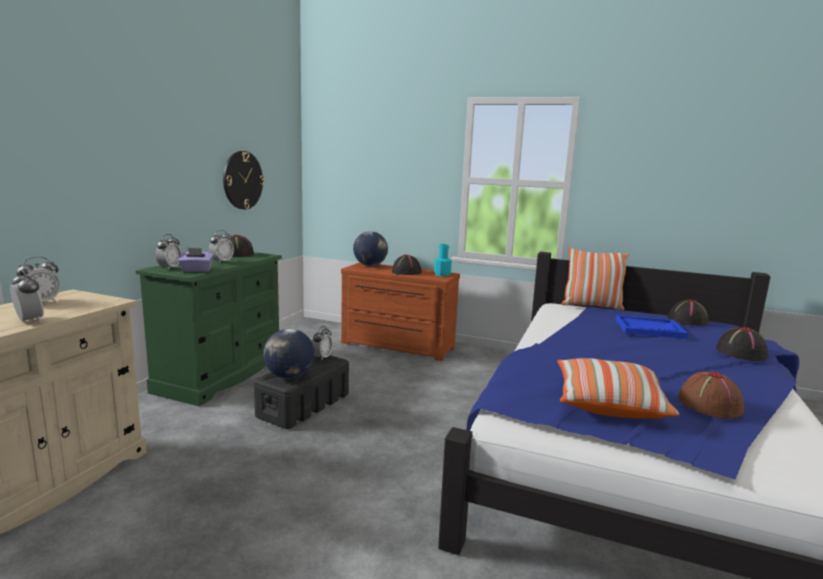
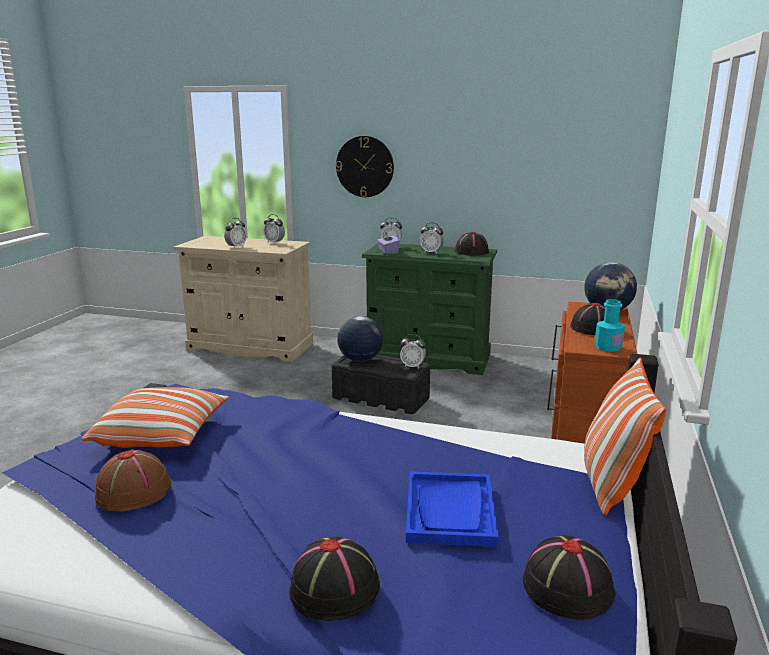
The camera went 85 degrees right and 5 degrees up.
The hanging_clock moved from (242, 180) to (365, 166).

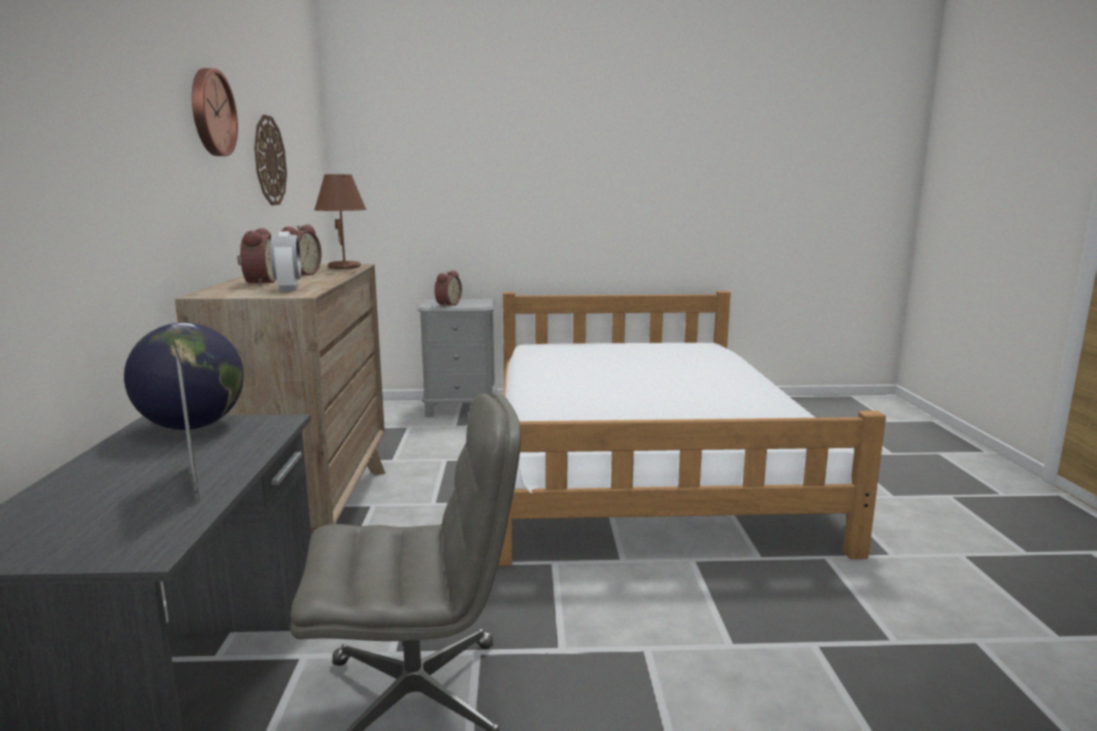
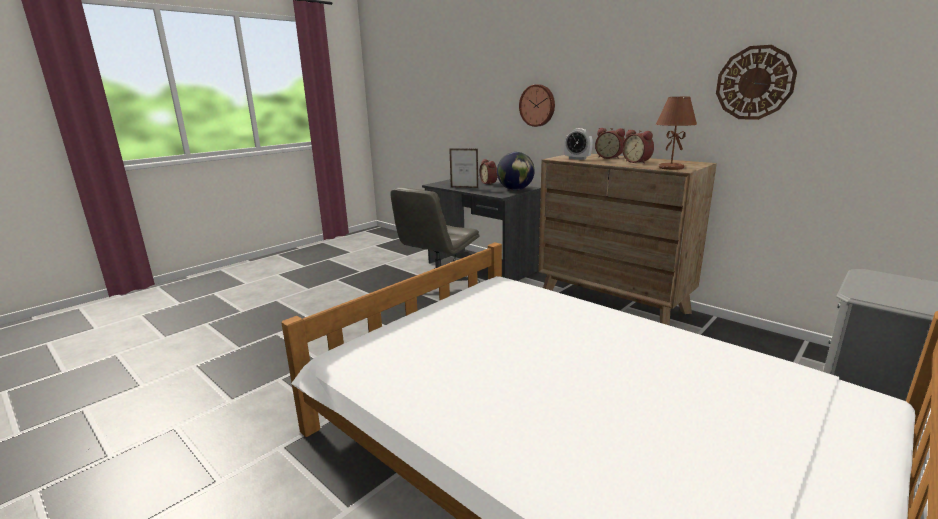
The camera went 135 degrees right and 5 degrees up.
The hanging_clock moved from (210, 113) to (538, 105).
The bedside_clock moved from (447, 305) to (489, 183).

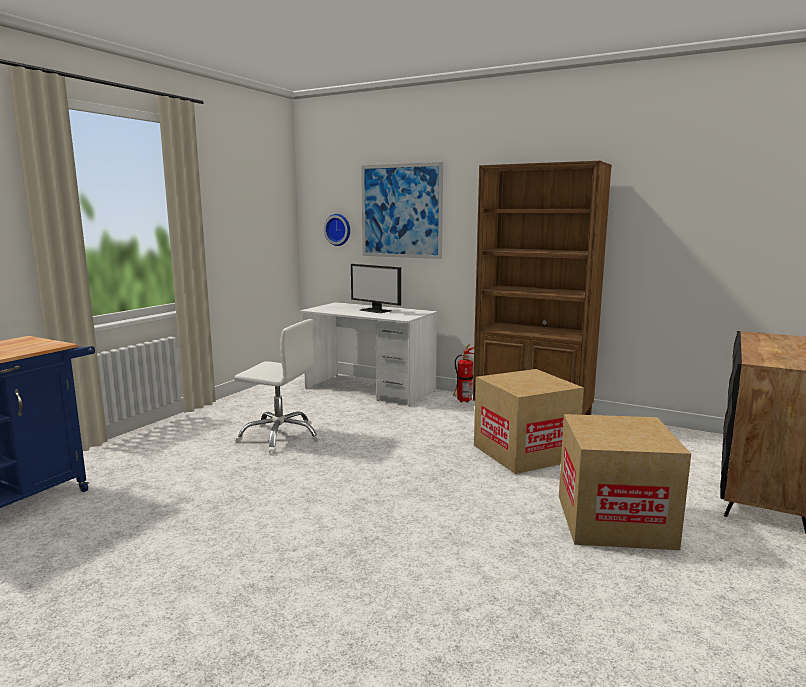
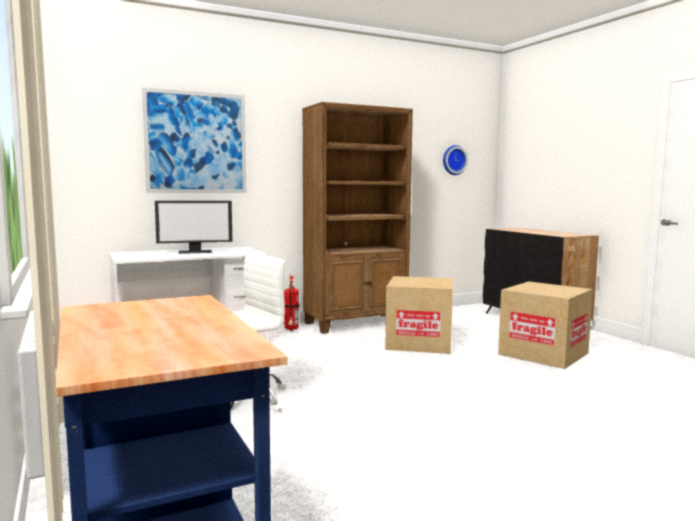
The camera went 55 degrees left and 5 degrees down.
The hanging_clock moved from (338, 229) to (453, 160).

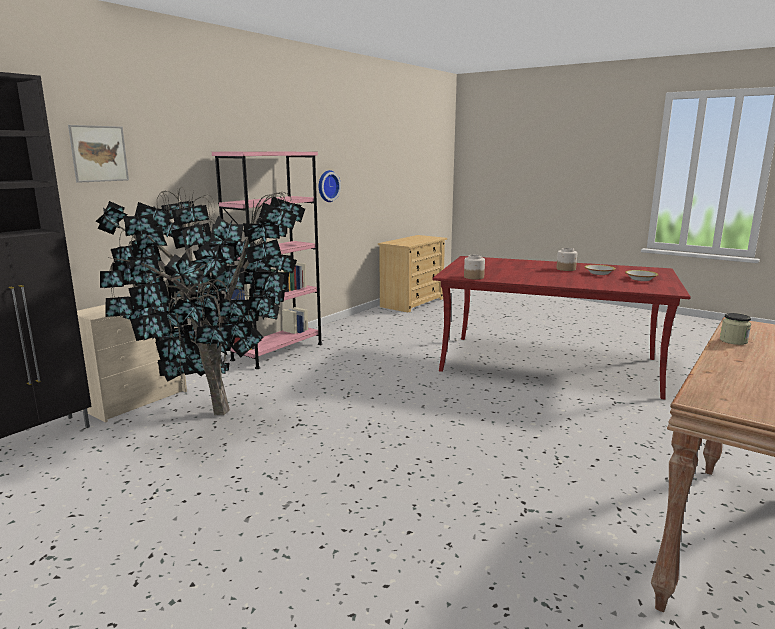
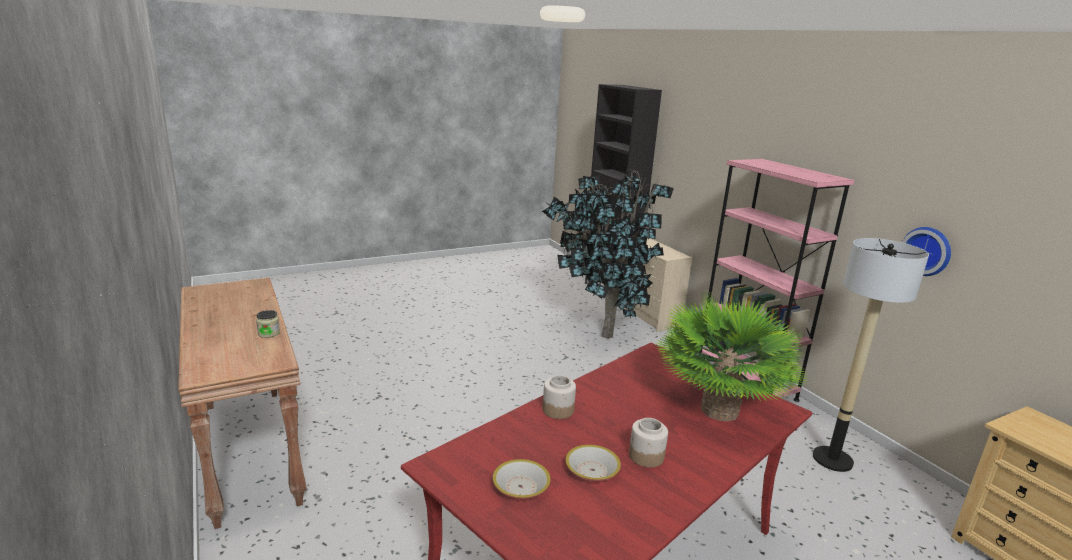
The camera went 115 degrees right and 5 degrees up.
The wall_picture at (99, 153) disappeared.
The plant_in_a_pot at (719, 411) appeared.
The floor_lamp at (832, 459) appeared.
The preserve_jar moved from (473, 277) to (558, 410).

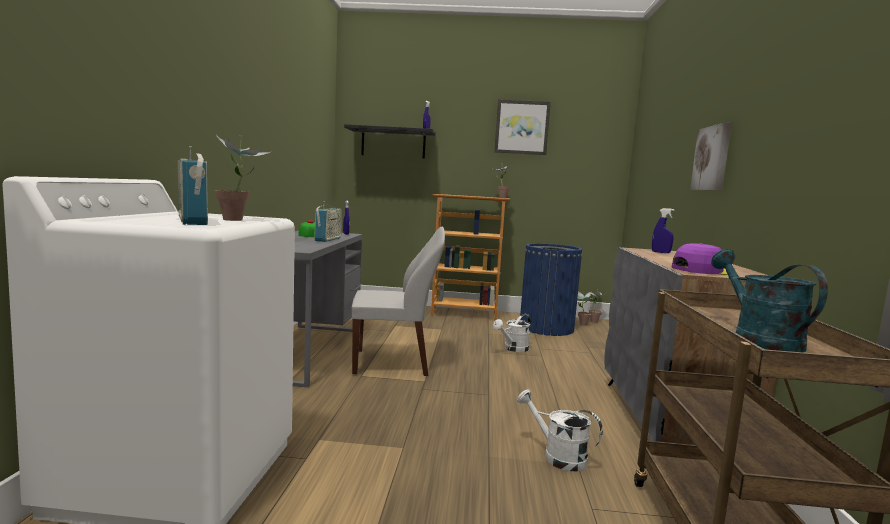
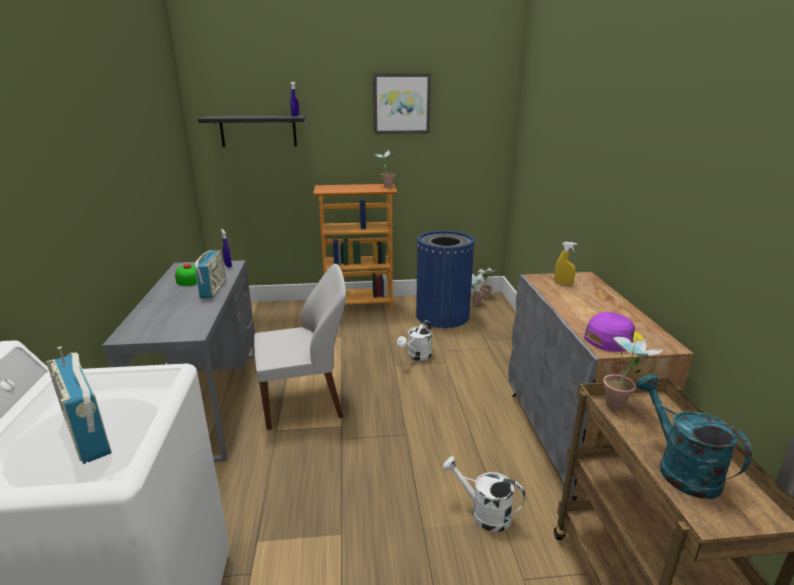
The camera went 10 degrees left and 15 degrees up.
The wall_picture at (712, 158) disappeared.
The plant_in_a_pot moved from (240, 220) to (621, 404).
The blue-coloured_hand_sprayer at (661, 252) became the yellow_hand_sprayer at (563, 284).

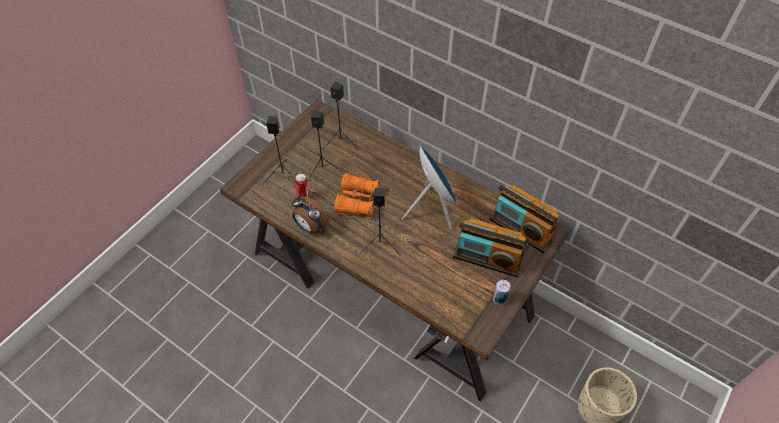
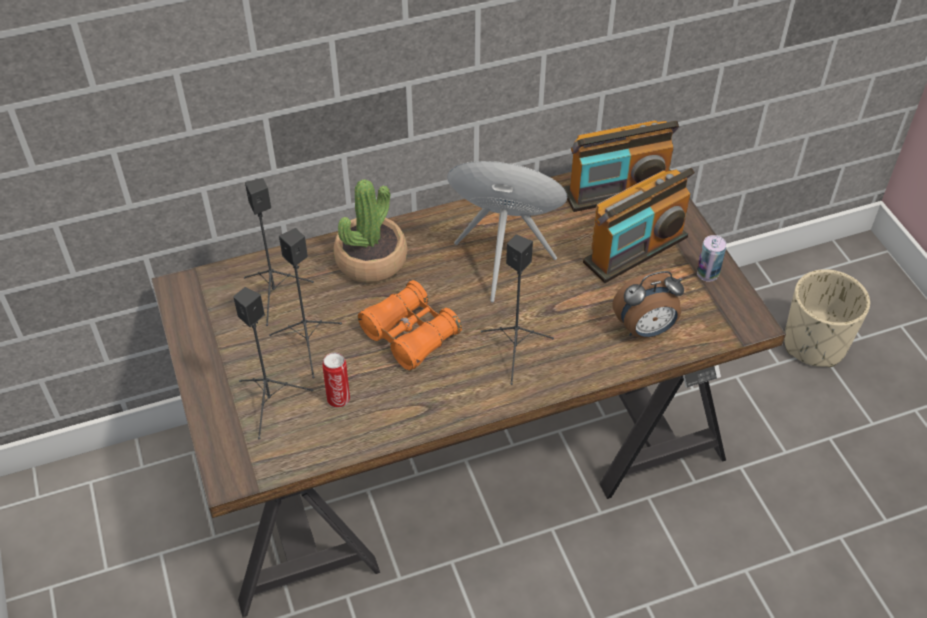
The camera went 55 degrees left and 5 degrees down.
The plant_in_a_pot at (371, 260) appeared.
The bedside_clock moved from (310, 227) to (645, 330).

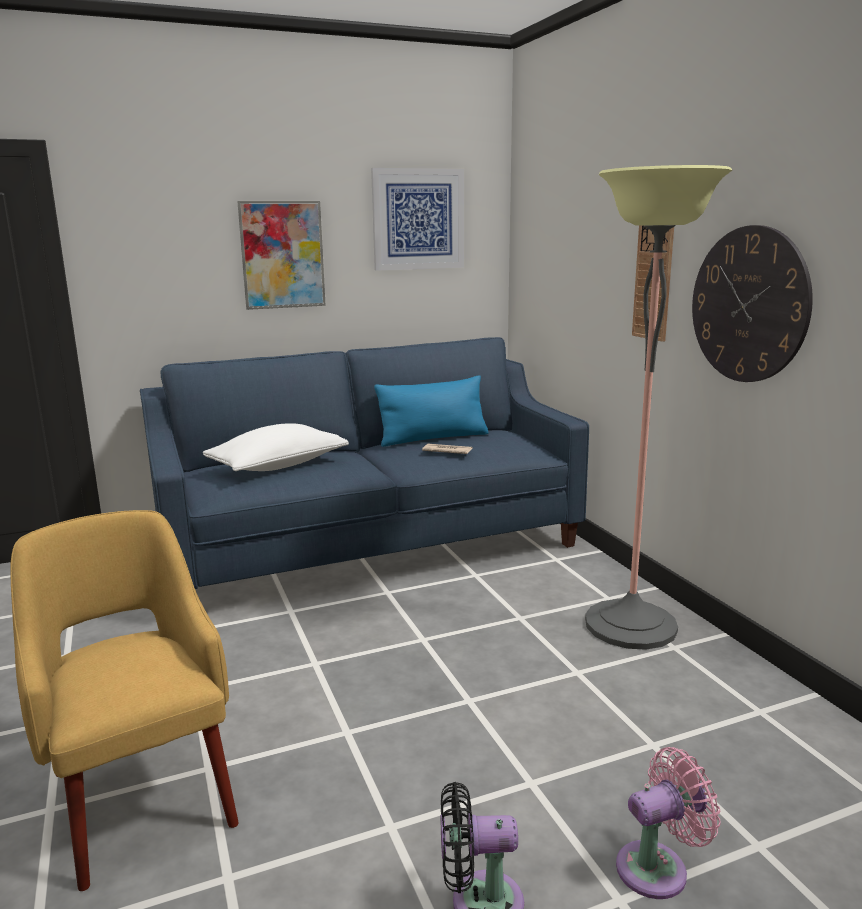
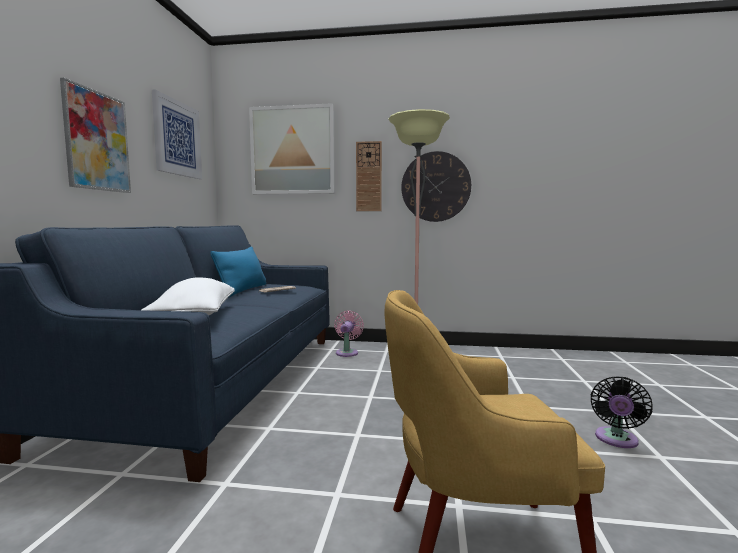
The camera went 60 degrees left and 10 degrees down.
The wall_picture at (292, 150) appeared.
The pink-coloured_cooling_fan moved from (658, 867) to (347, 352).

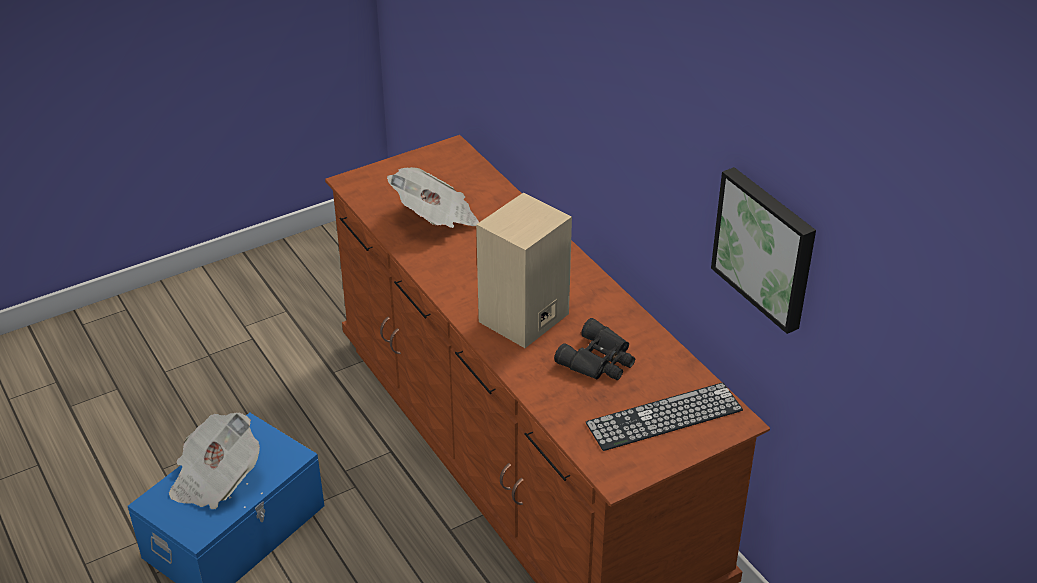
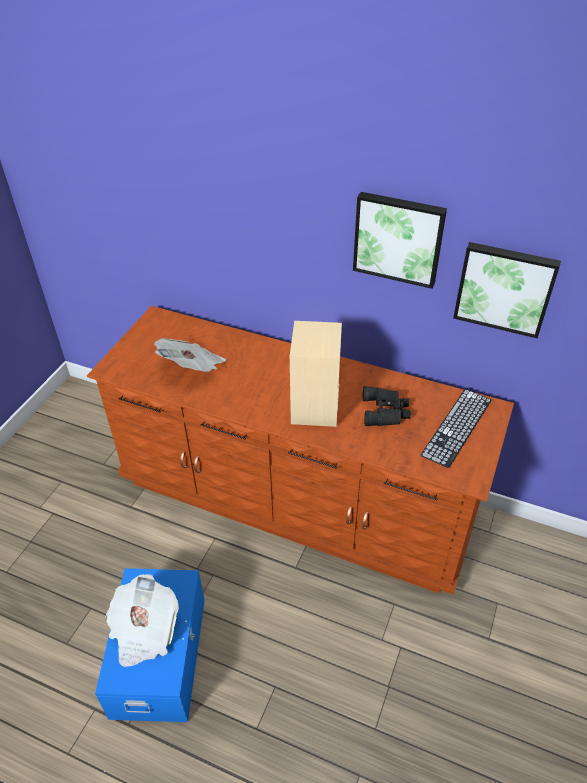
The camera went 35 degrees left and 5 degrees up.
The wall_picture at (398, 238) appeared.

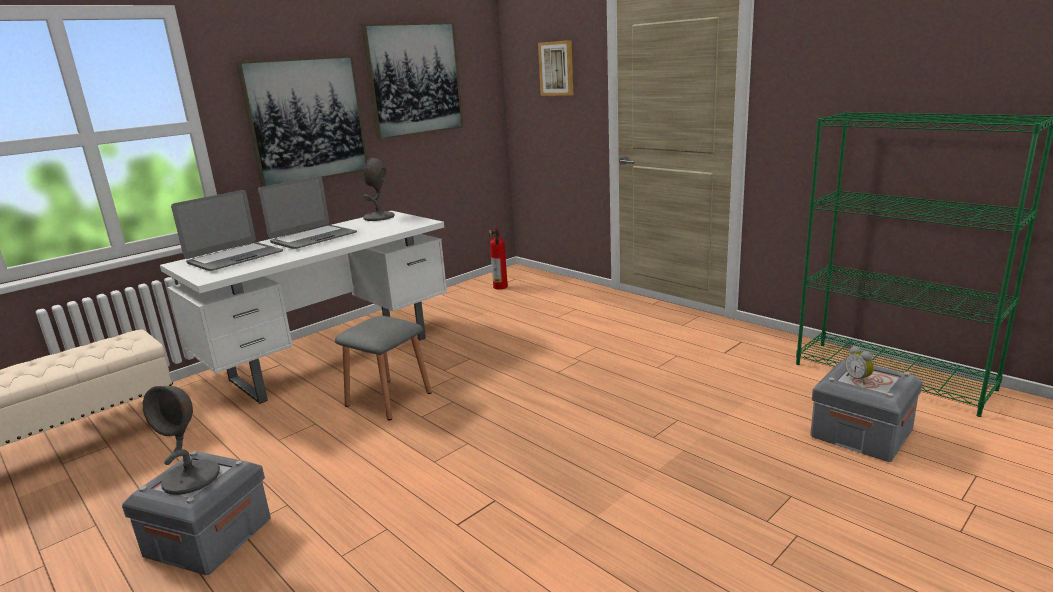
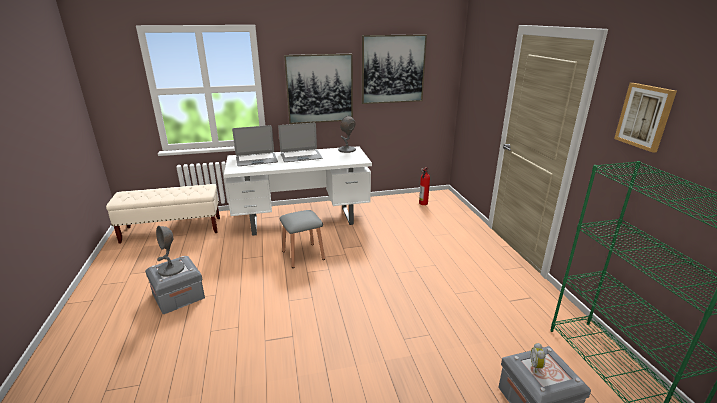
The camera went 30 degrees right and 5 degrees up.
The wall_picture moved from (556, 68) to (644, 116).

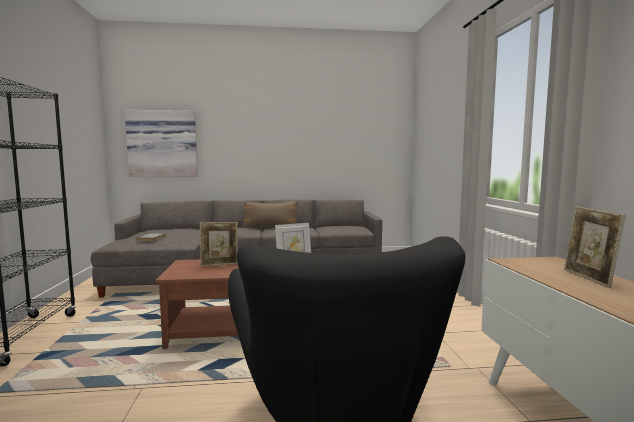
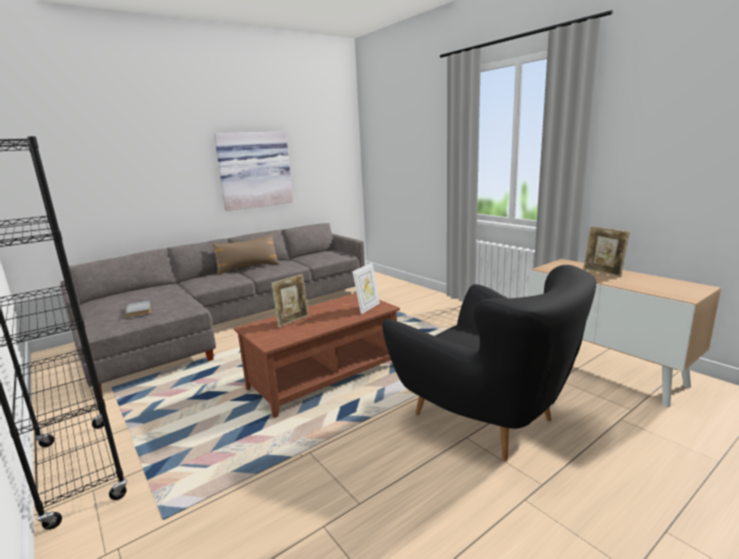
The camera went 30 degrees left and 10 degrees up.
The wall_picture moved from (163, 144) to (254, 170).

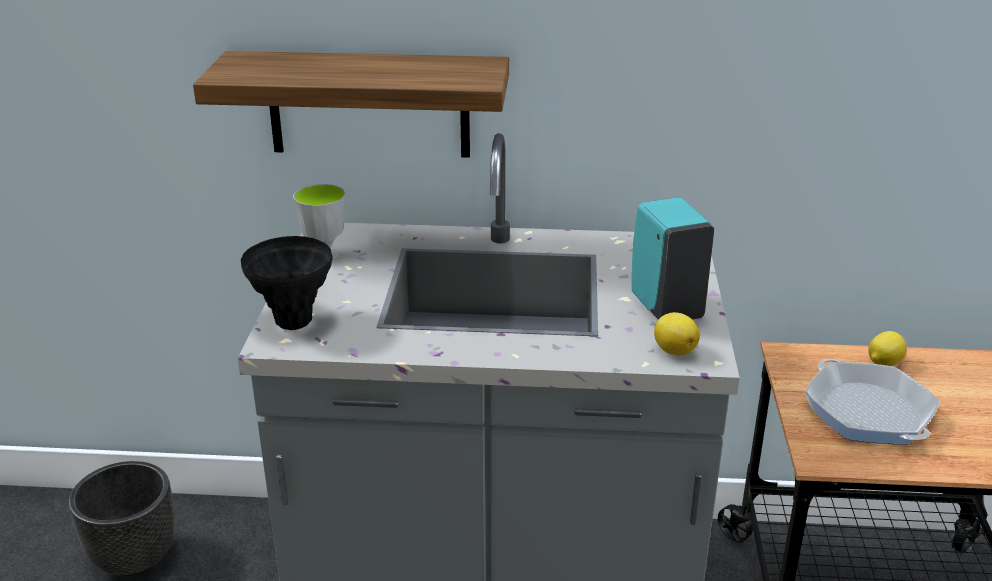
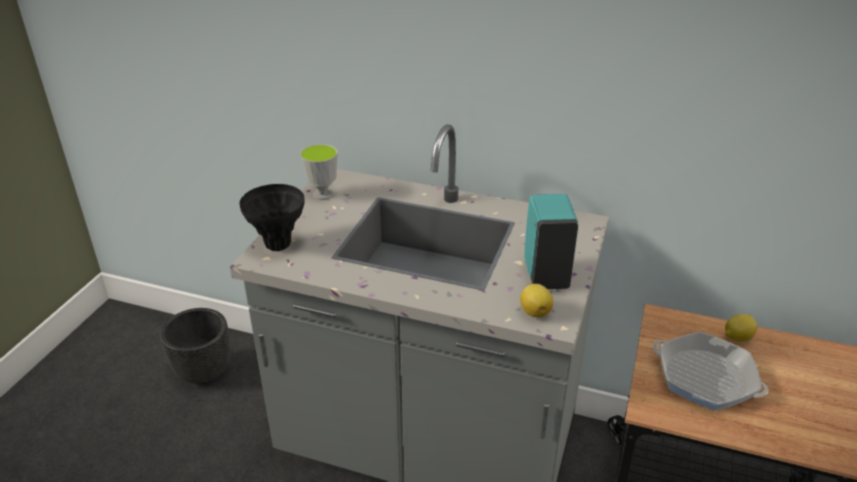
The camera went 15 degrees right and 5 degrees up.
The wall_shelf at (369, 104) disappeared.
The skillet at (868, 412) turned 45 degrees counterclockwise.

